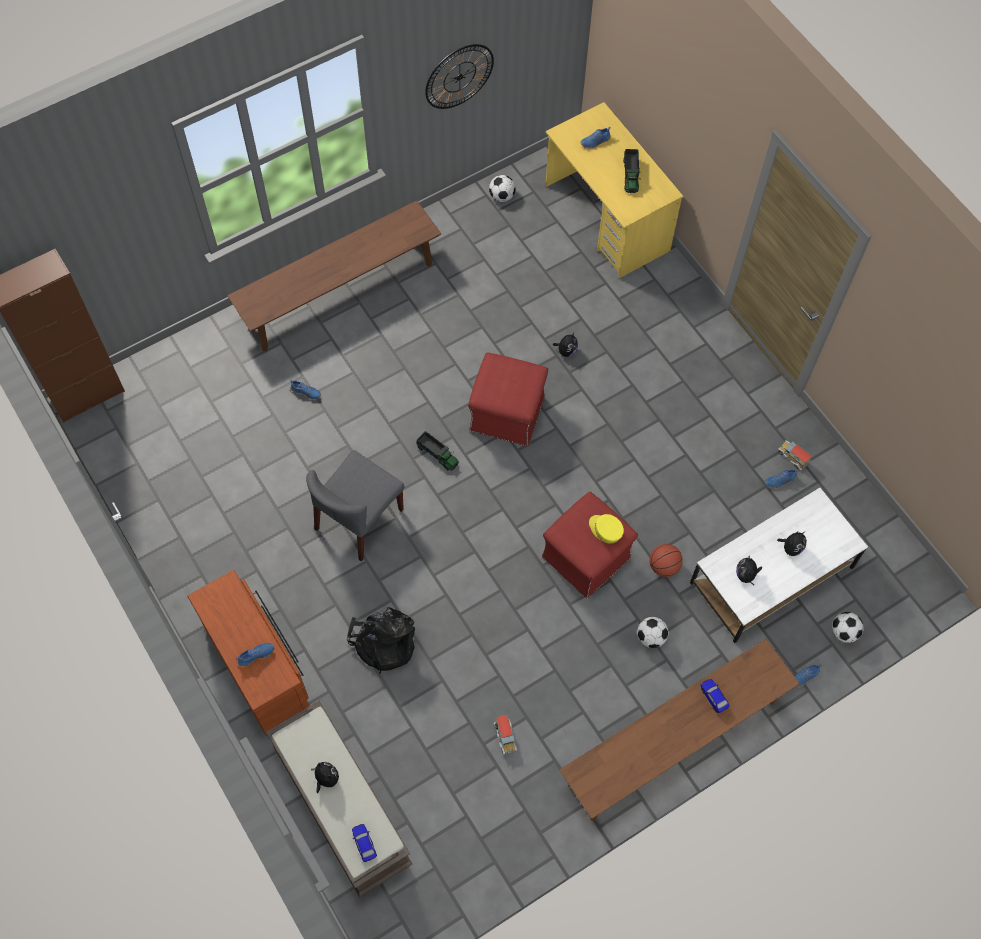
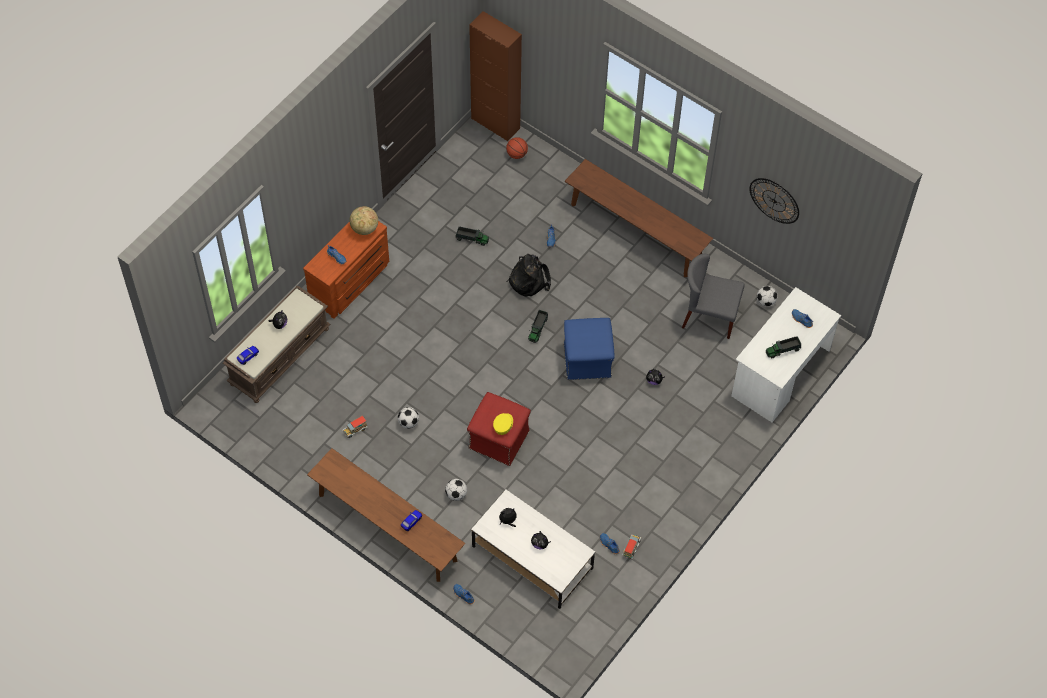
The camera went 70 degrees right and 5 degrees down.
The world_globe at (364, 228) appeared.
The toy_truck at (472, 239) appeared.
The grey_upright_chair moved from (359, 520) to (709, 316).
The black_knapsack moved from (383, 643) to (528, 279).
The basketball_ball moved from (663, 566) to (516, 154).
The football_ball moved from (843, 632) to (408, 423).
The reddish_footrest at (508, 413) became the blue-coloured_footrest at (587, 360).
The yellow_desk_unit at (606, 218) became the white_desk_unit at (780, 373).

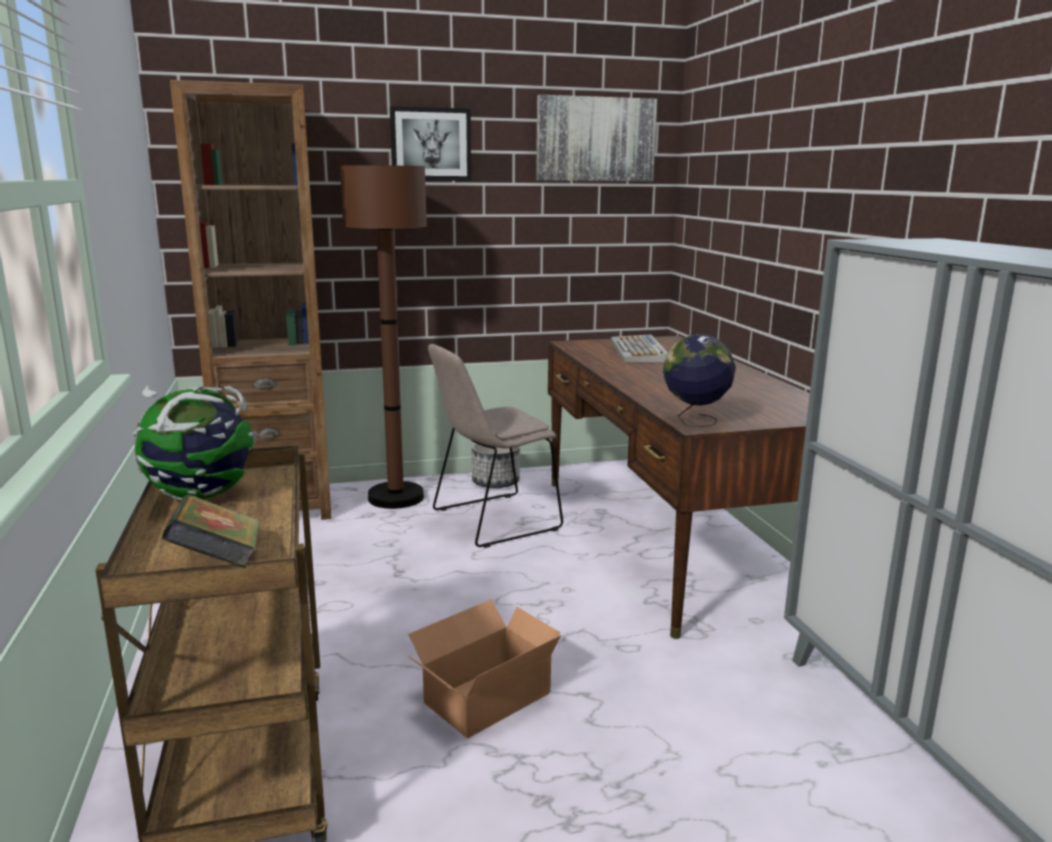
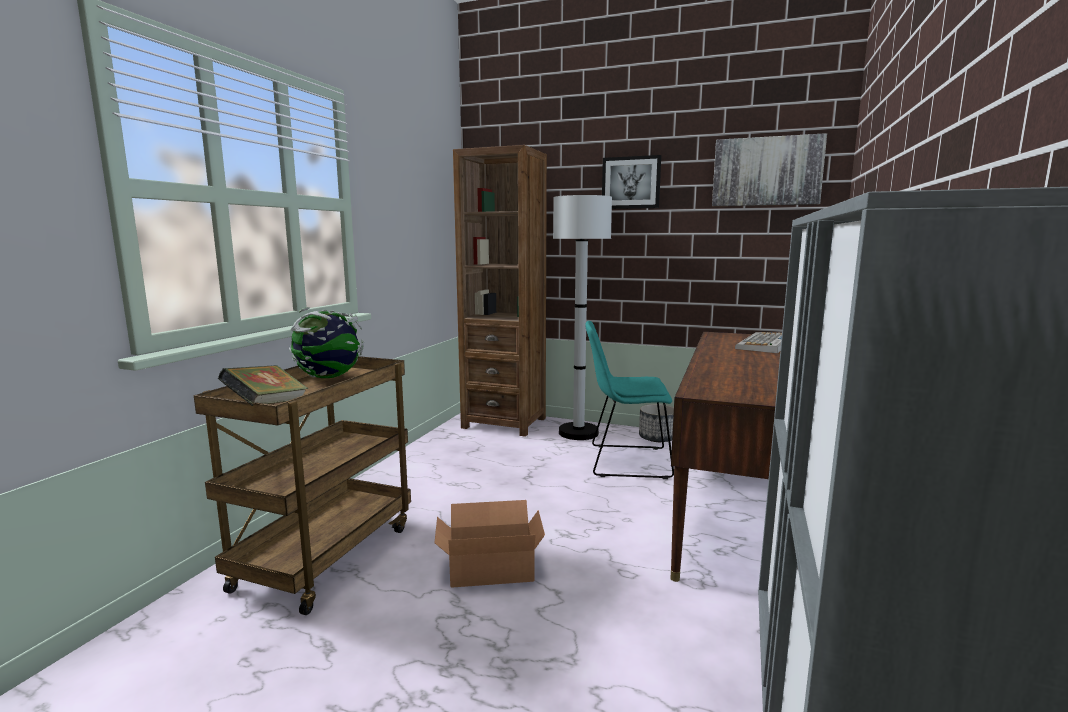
The camera went 35 degrees right and 5 degrees down.
The world_globe at (695, 422) disappeared.
The brown-coloured_floor_lamp at (396, 497) became the white_floor_lamp at (578, 433).
The beige-coloured_upright_chair at (492, 521) became the blue-green_upright_chair at (625, 461).

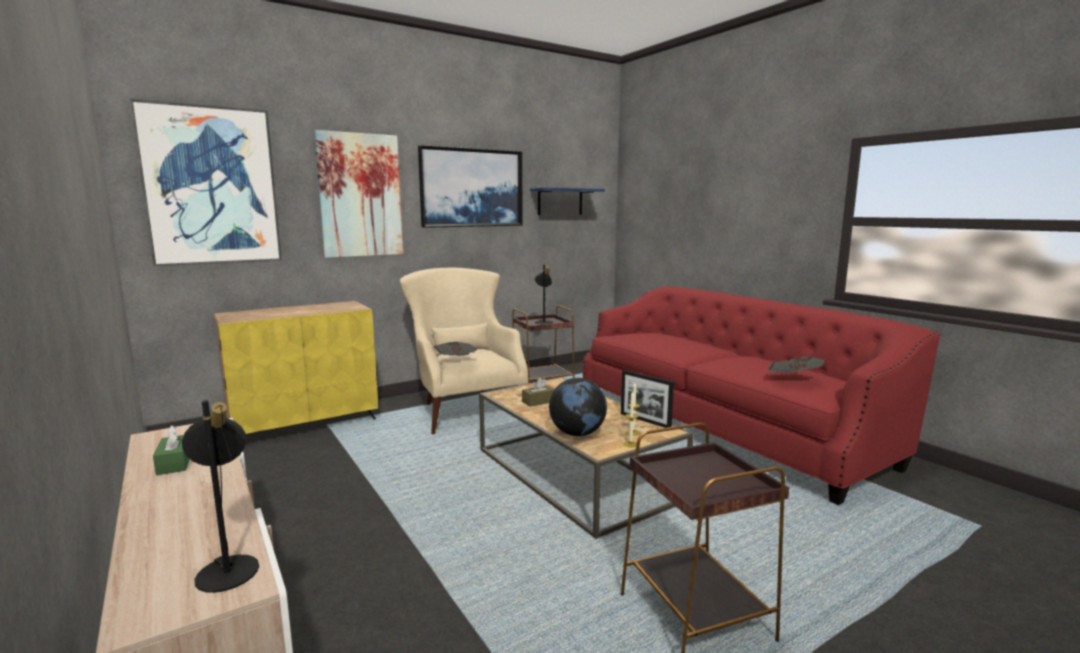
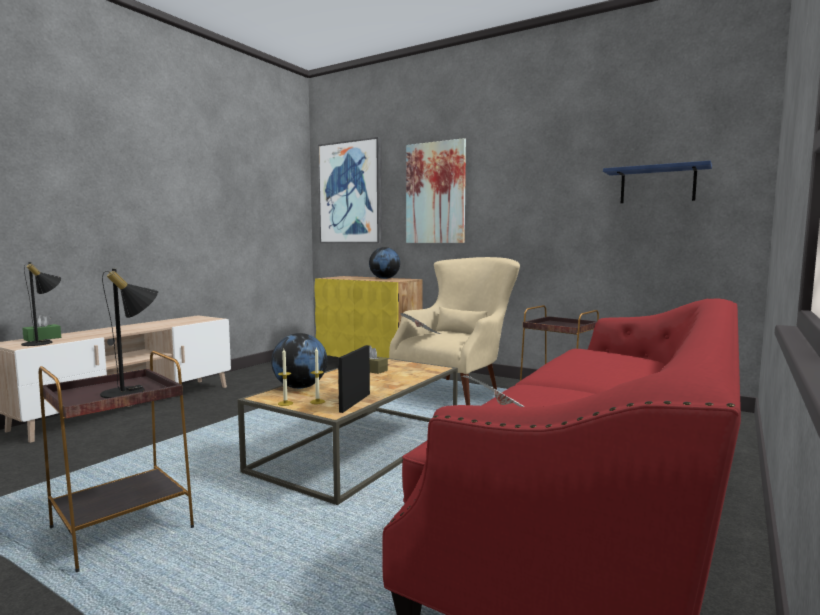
The camera went 65 degrees right and 5 degrees down.
The wall_picture at (471, 188) disappeared.
The world_globe at (384, 278) appeared.
The green-coloured_tissue_holder moved from (174, 463) to (42, 338).
The black_table_lamp moved from (543, 322) to (132, 391).

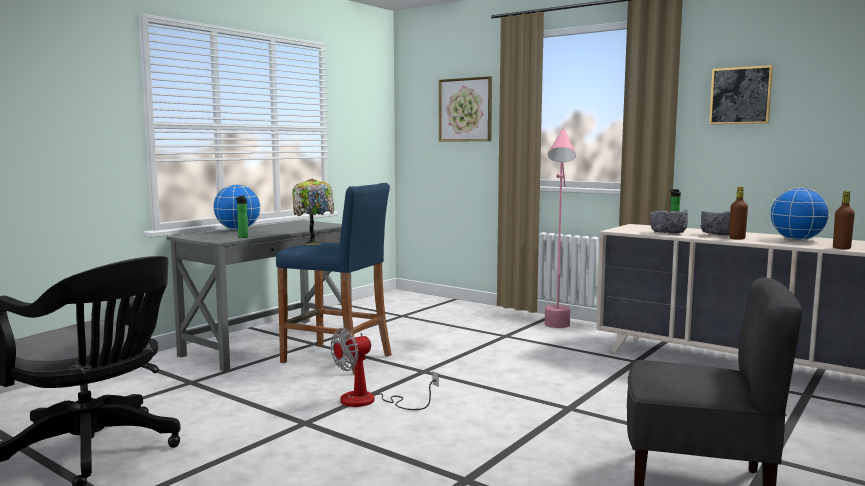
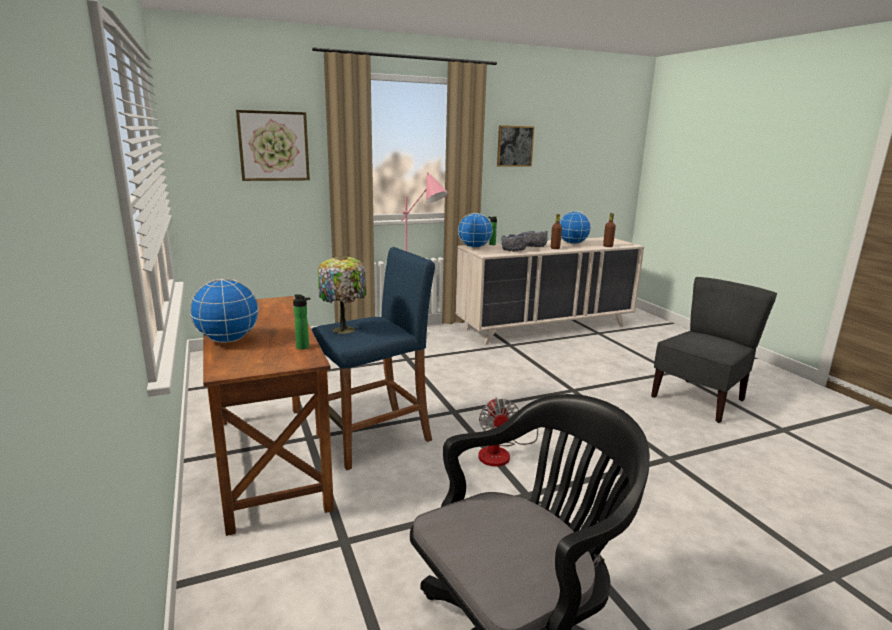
The camera went 60 degrees left and 10 degrees up.
The world_globe at (474, 247) appeared.
The grey_desk_unit at (269, 343) became the brown-coloured_desk_unit at (268, 461).

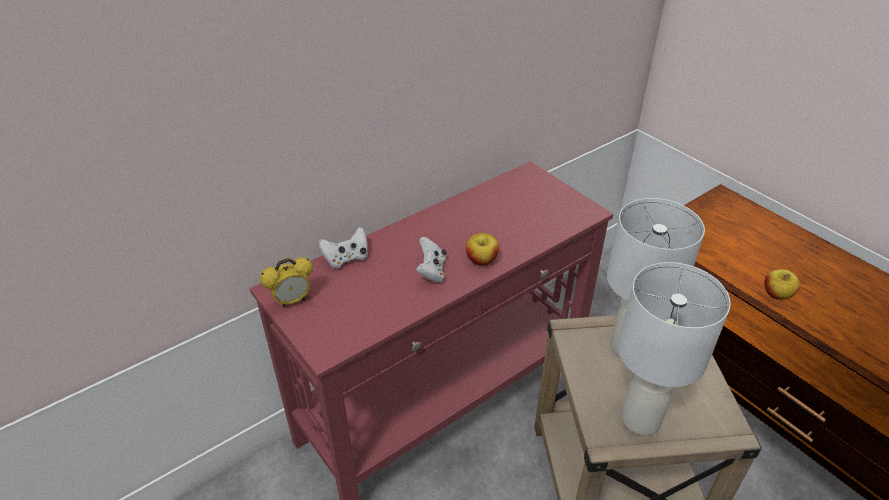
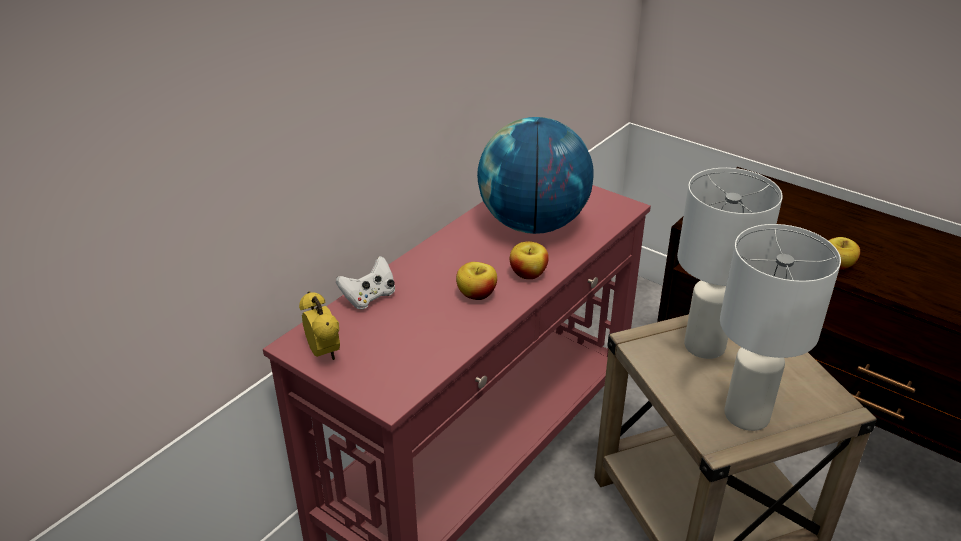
The camera went 15 degrees left and 5 degrees down.
The world_globe at (533, 224) appeared.
The white_game_controller at (431, 271) was replaced by the apple at (476, 294).
The bedside_clock at (292, 301) turned 75 degrees counterclockwise.

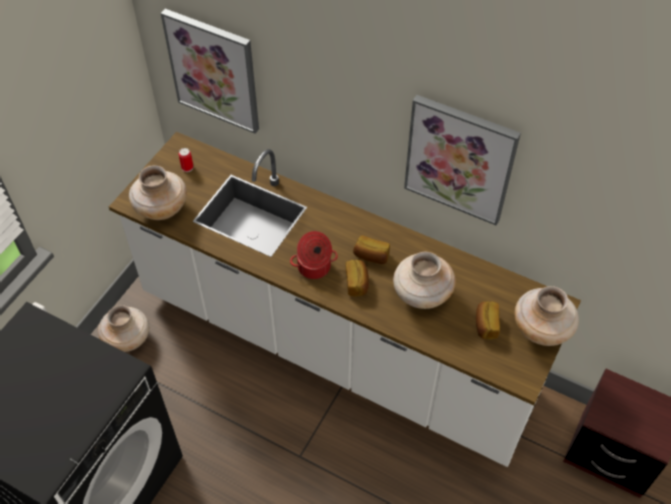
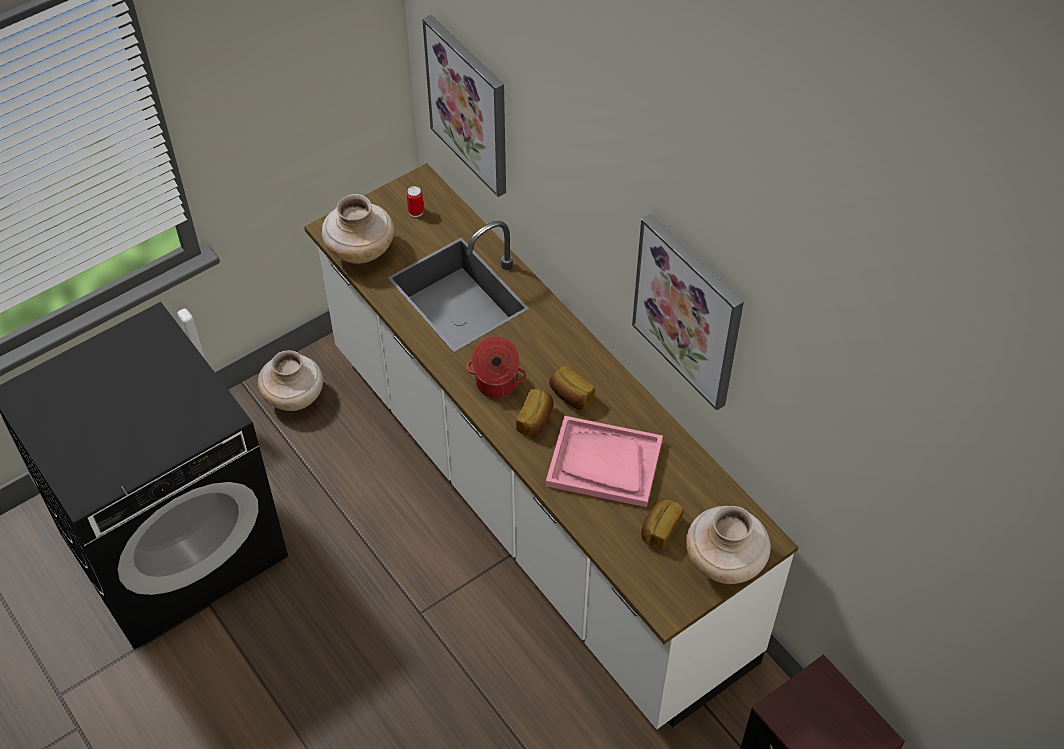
The camera went 25 degrees right and 0 degrees up.
The beige-coloured_vase at (421, 295) was replaced by the pink-coloured_carrying_tray at (604, 463).

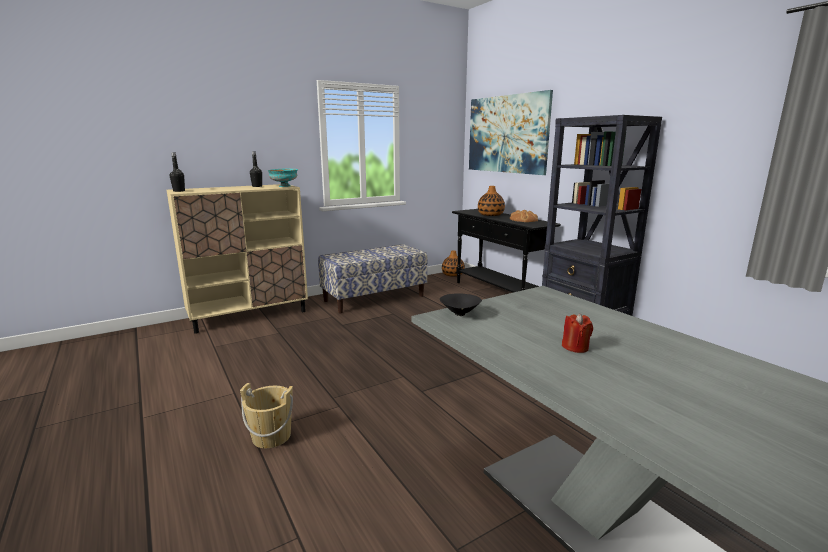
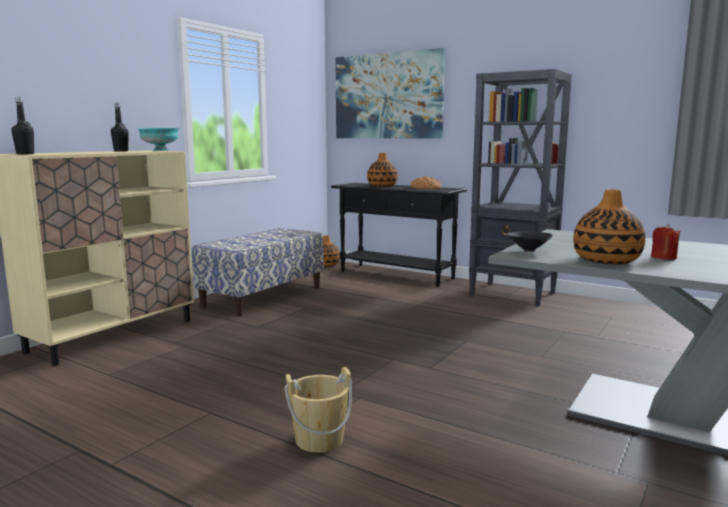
The camera went 25 degrees left and 5 degrees down.
The vase at (606, 261) appeared.

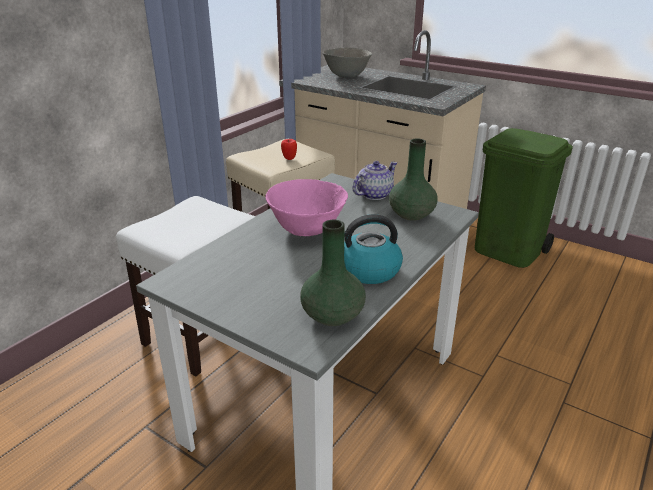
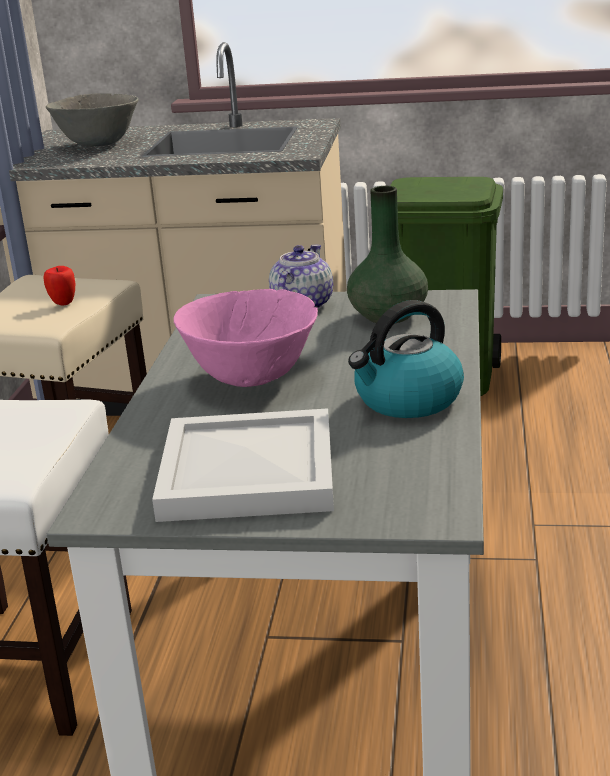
The camera went 25 degrees left and 5 degrees down.
The green-coloured_vase at (333, 315) disappeared.
The white_carrying_tray at (245, 473) appeared.

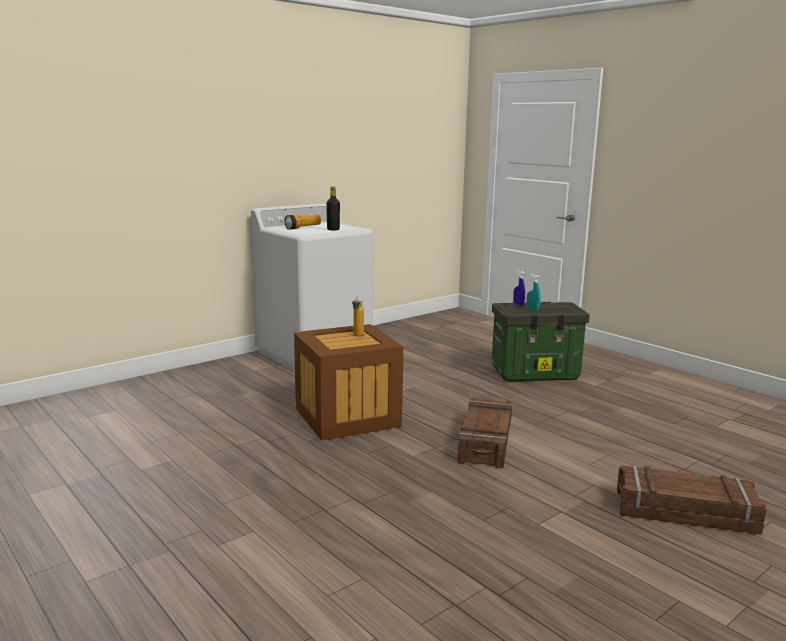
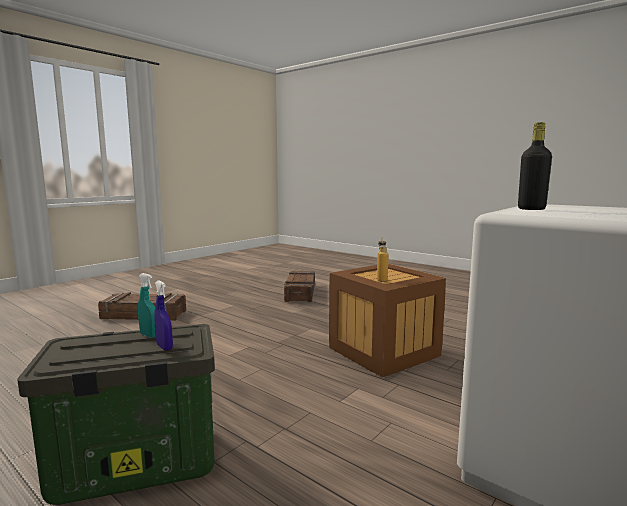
The camera went 170 degrees right and 5 degrees down.
The torch at (303, 228) disappeared.
The crate moved from (486, 442) to (300, 292).

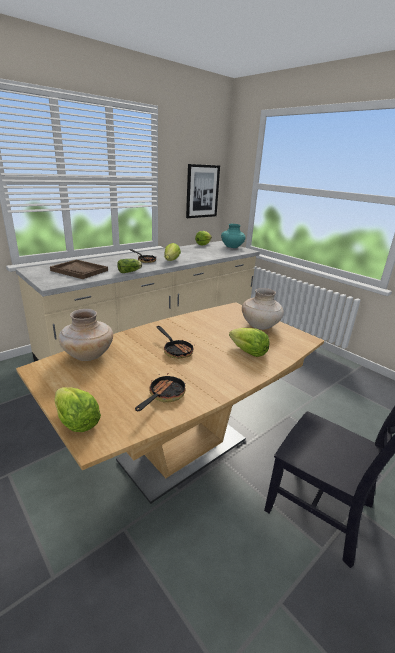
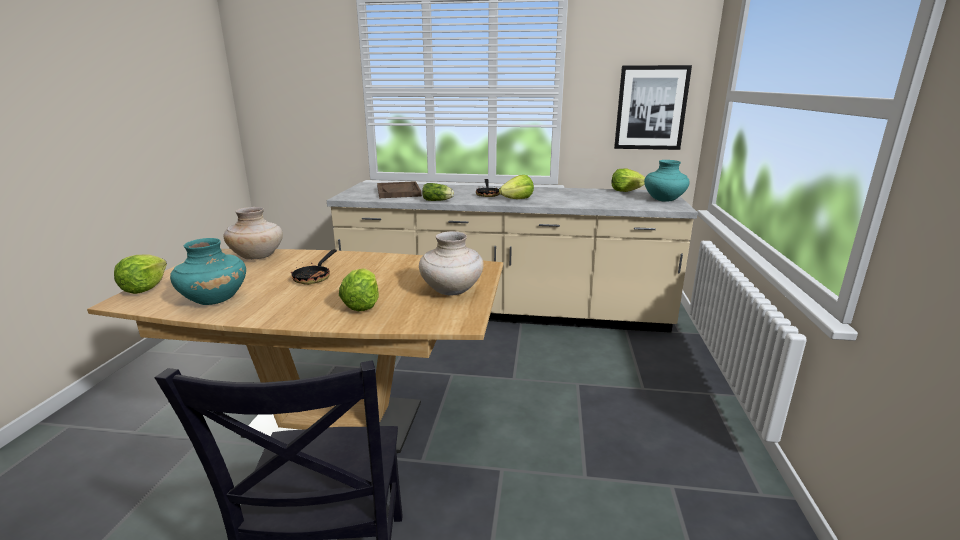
The camera went 50 degrees right and 5 degrees down.
The skillet at (163, 396) was replaced by the blue-green_vase at (214, 300).

